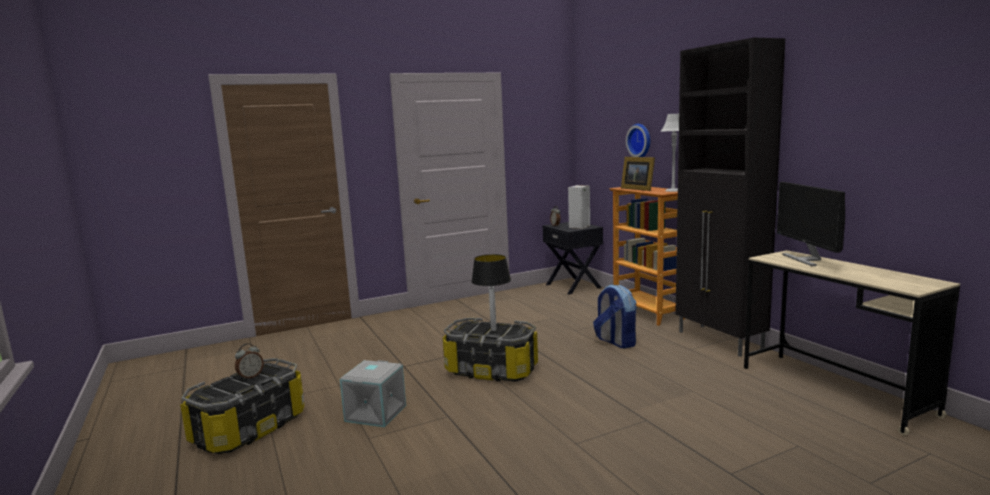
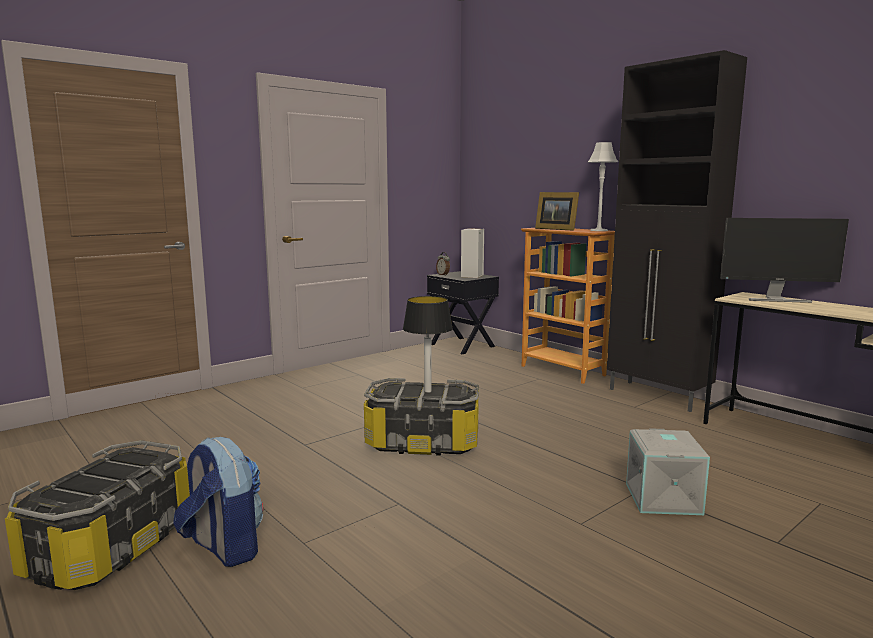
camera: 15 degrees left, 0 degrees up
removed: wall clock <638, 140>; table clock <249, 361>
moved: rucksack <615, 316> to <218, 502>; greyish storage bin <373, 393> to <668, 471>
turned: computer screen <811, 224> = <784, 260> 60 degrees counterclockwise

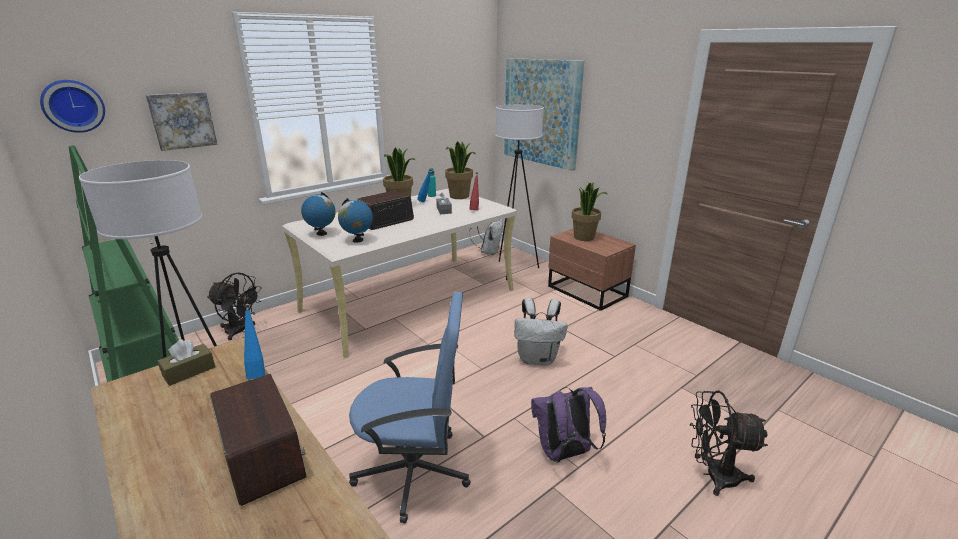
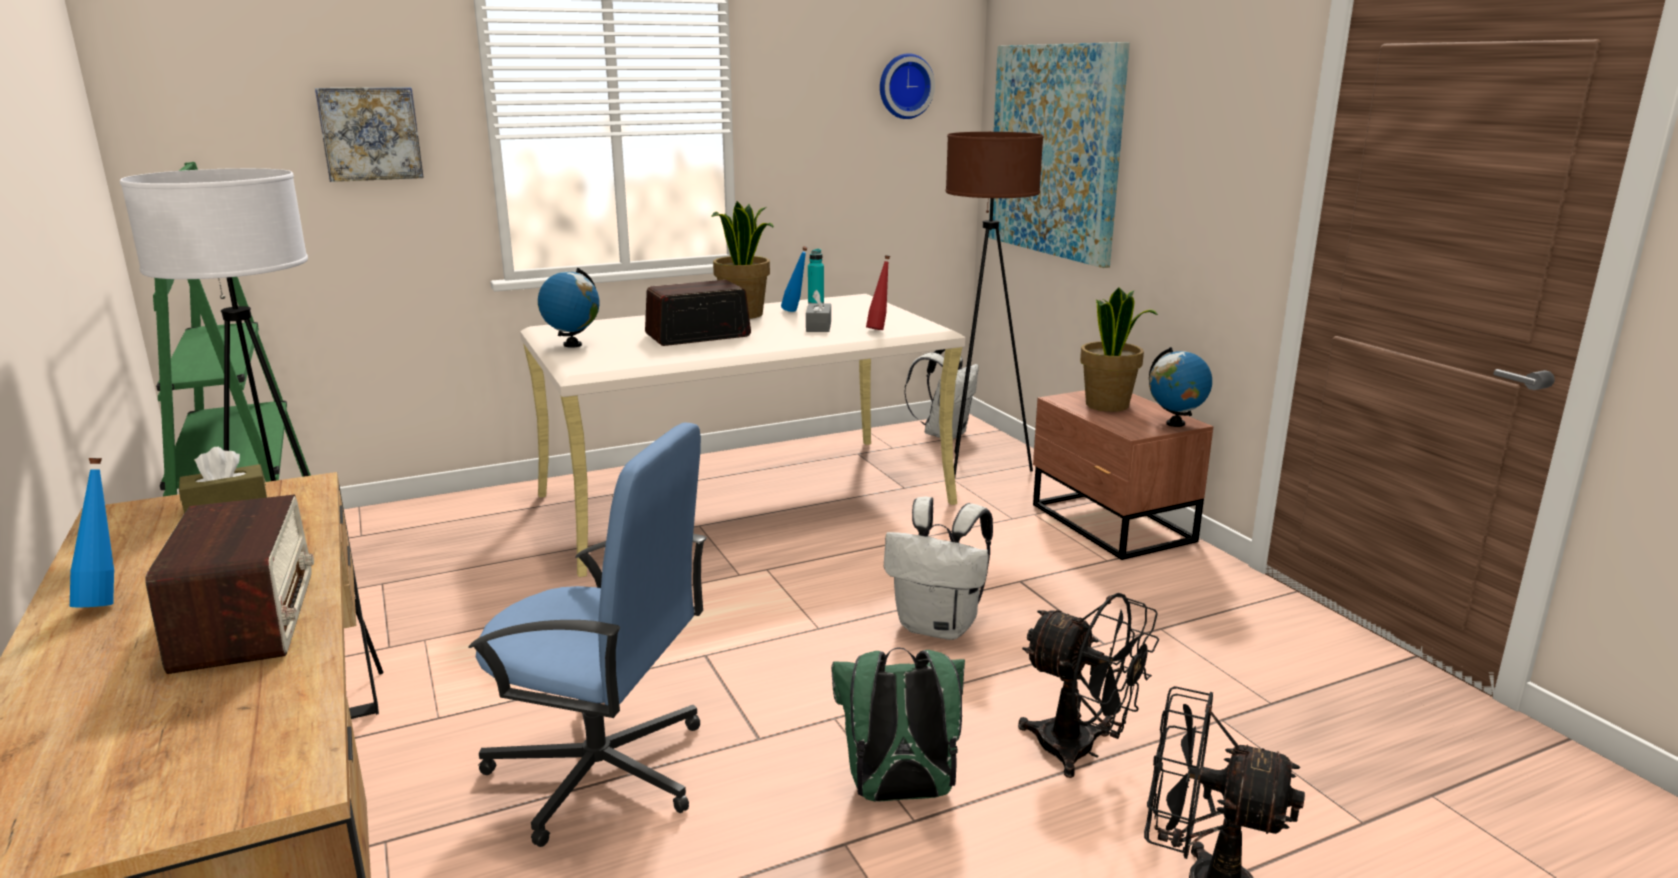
camera: 15 degrees right, 5 degrees down
removed: plant in a pot <460, 170>
moved: wall clock <72, 106> to <907, 86>; desk globe <355, 220> to <1180, 387>; blackish cooling fan <234, 307> to <1088, 685>; blue-coloured beverage bottle <254, 342> to <92, 532>
recoloured: white-coloured floor lamp <520, 192> to brownish floor lamp <994, 304>; purple rucksack <568, 425> to green-coloured rucksack <898, 724>

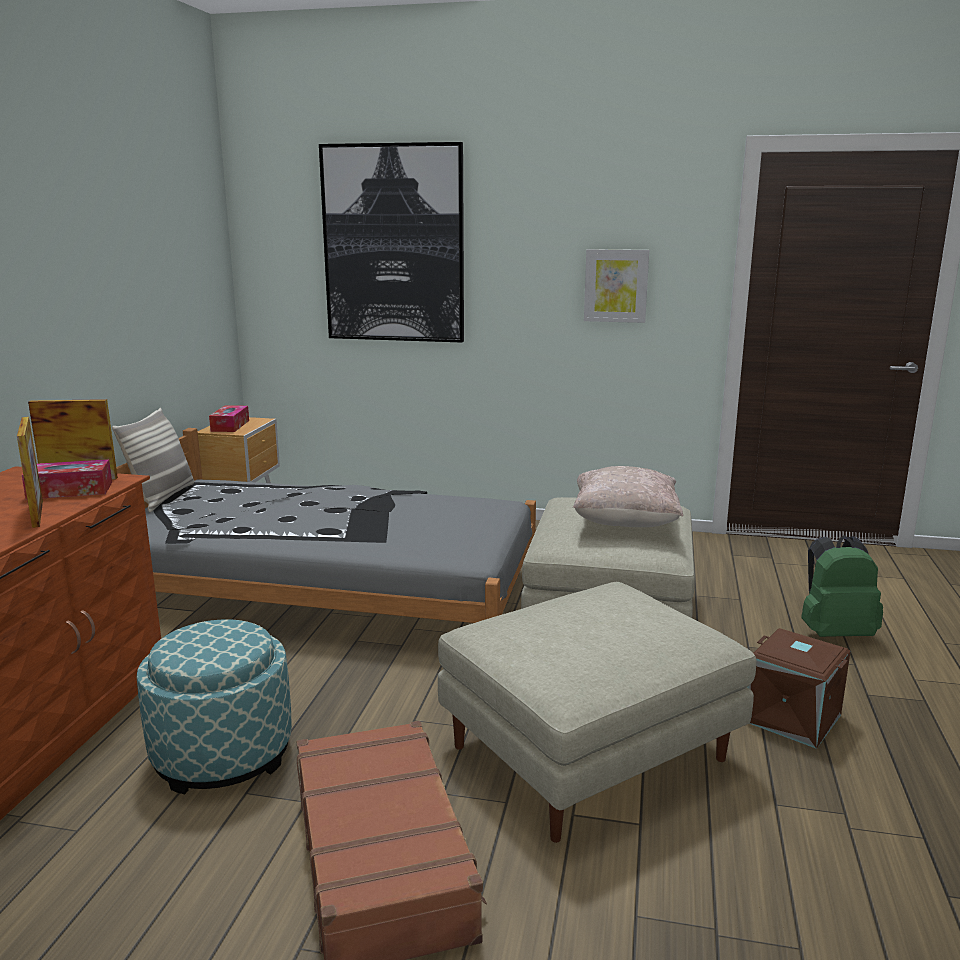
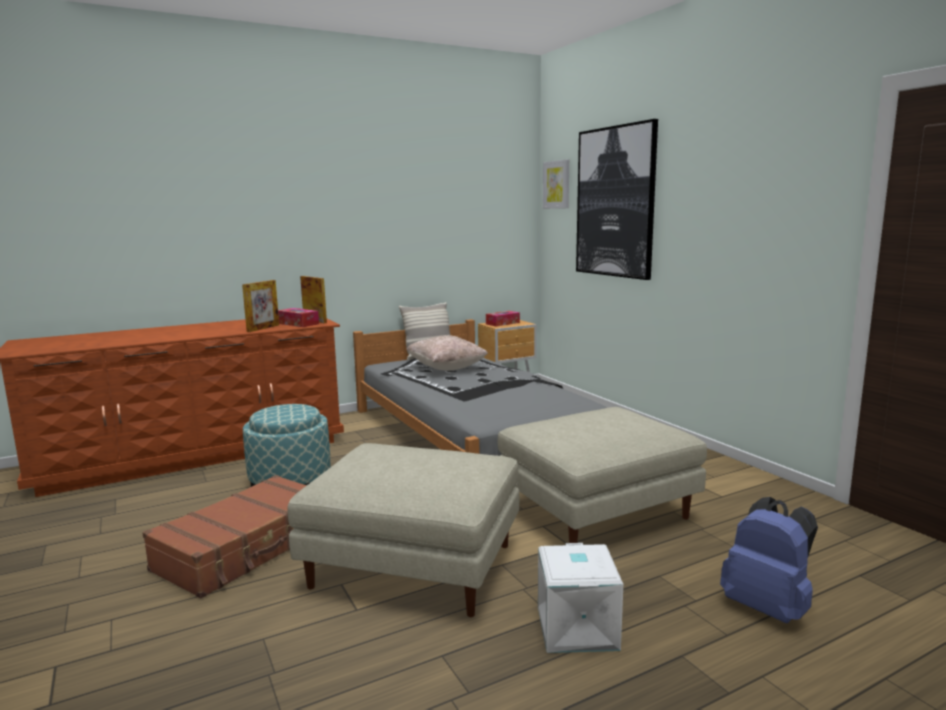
camera: 50 degrees right, 5 degrees down
moved: wall picture <616, 286> to <556, 184>; sand-coloured throw pillow <628, 496> to <447, 353>
recoloured: green-coloured rucksack <842, 586> to blue-coloured rucksack <769, 560>; brownish storage bin <798, 688> to white-coloured storage bin <580, 598>

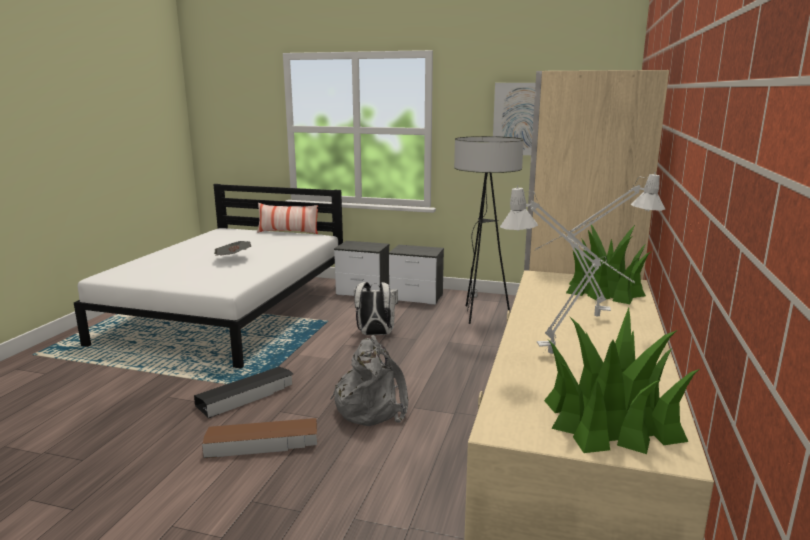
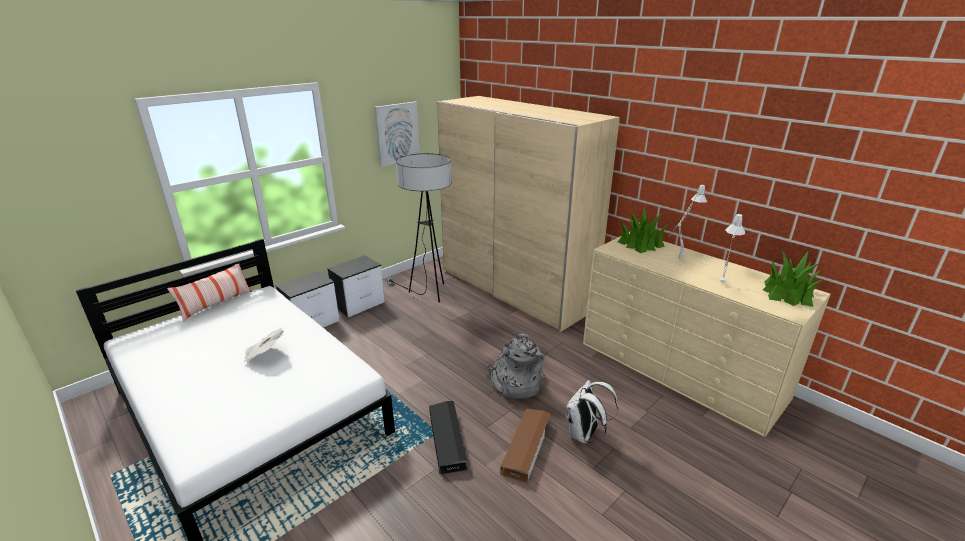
camera: 60 degrees left, 10 degrees up
moved: white-coloured rucksack <376, 308> to <592, 412>

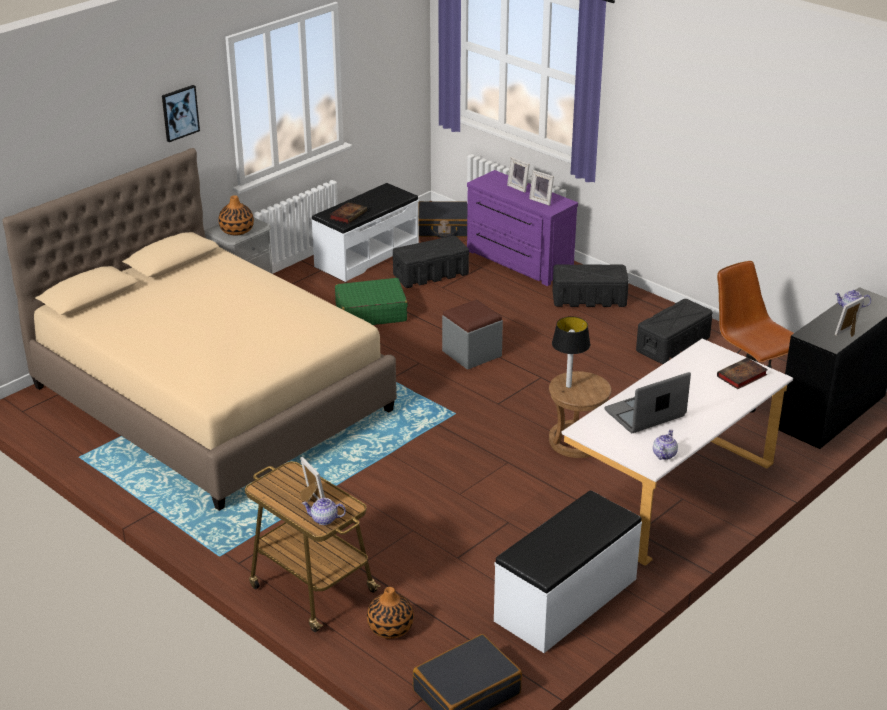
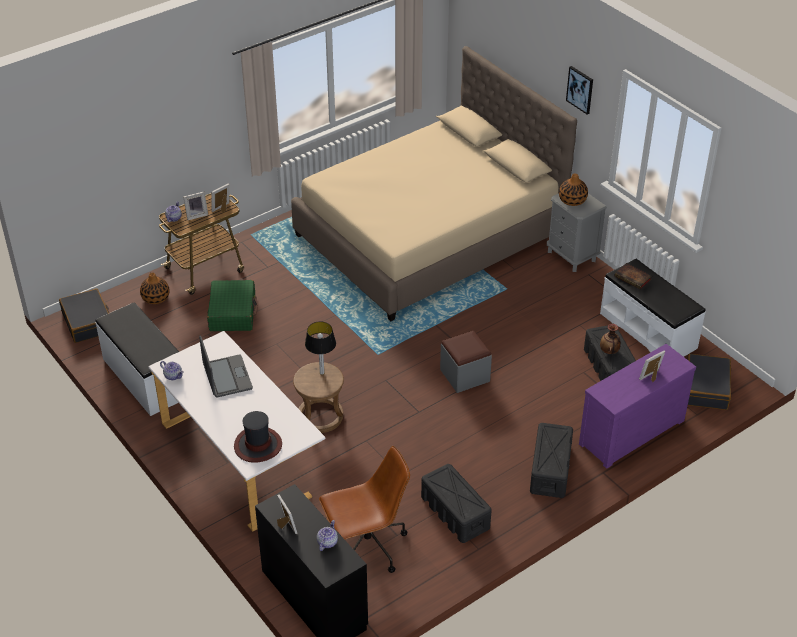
camera: 100 degrees right, 10 degrees up
added: vase <610, 339>
moved: picture frame <541, 188> to <220, 198>; green-coloured suitcase <371, 301> to <232, 305>
replaced: bound book <742, 373> to hat <258, 437>

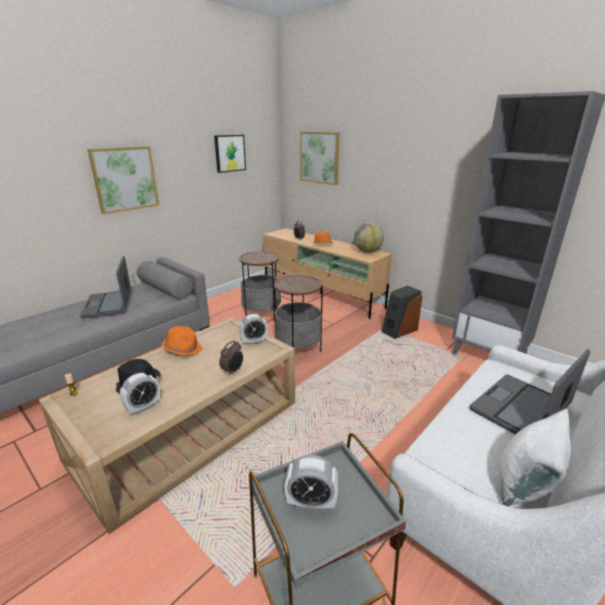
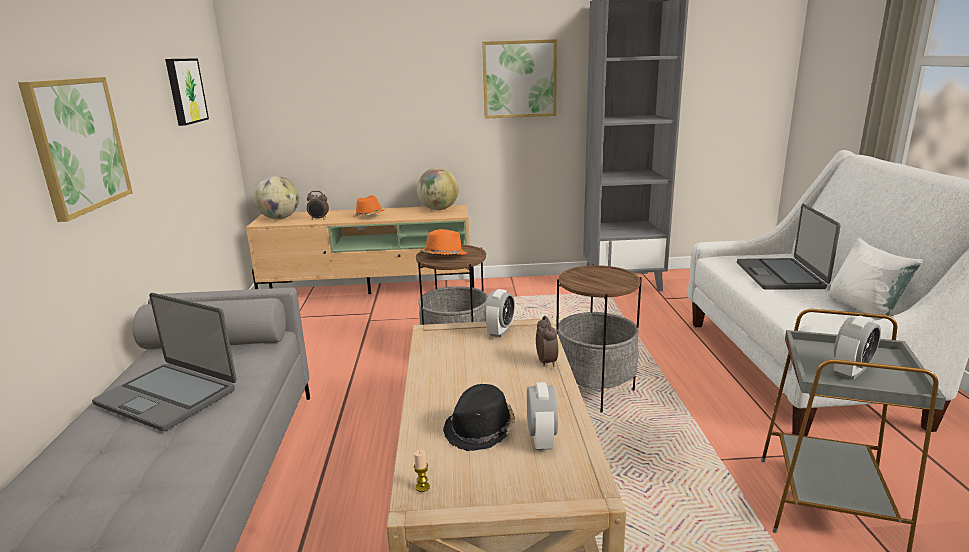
camera: 45 degrees left, 5 degrees down
removed: speaker <402, 312>
added: desk globe <276, 197>
moved: wall picture <320, 158> to <519, 79>; accent table <260, 286> to <599, 339>; orangey hat <182, 341> to <444, 242>

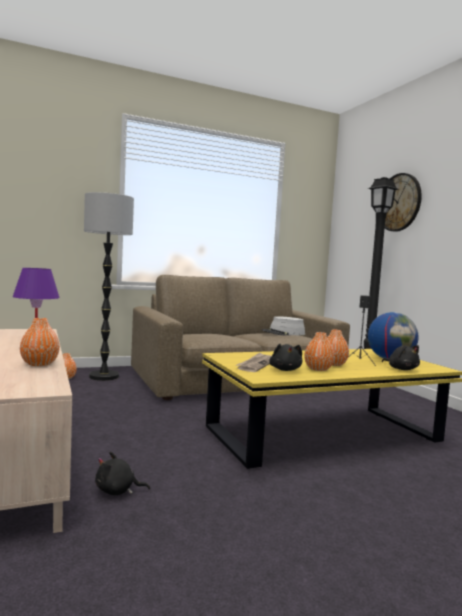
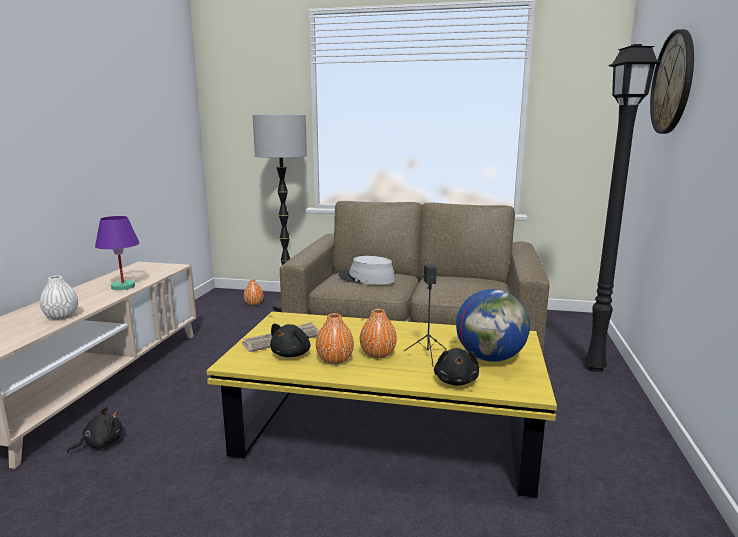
camera: 35 degrees right, 10 degrees up
moved: greyish hat <283, 326> to <367, 270>
recoloured: orangey vase <40, 342> to white-coloured vase <59, 298>
turned: blackish plush toy <122, 473> = <94, 430> 105 degrees clockwise

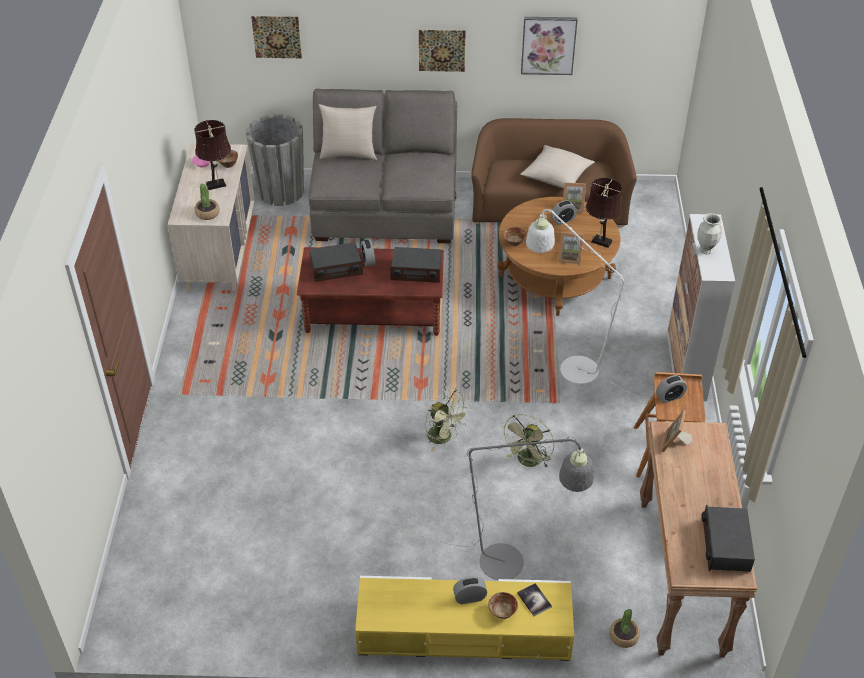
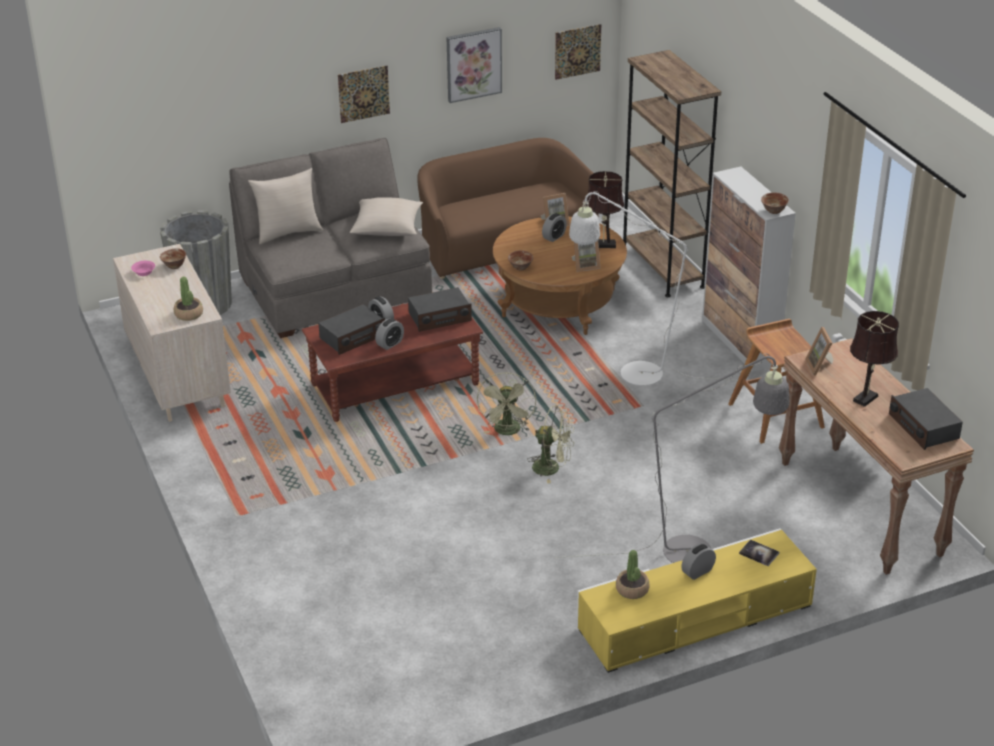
camera: 25 degrees left, 10 degrees down
removed: vase <709, 233>
added: brownish shelving unit <672, 173>
moved: wall picture <276, 37> to <578, 52>; brownish lamp for a table <213, 155> to <874, 359>; sand-coloured throw pillow <557, 167> to <386, 216>; table clock <671, 389> to <389, 334>; green-coloured cooling fan <527, 441> to <506, 404>; serving bowl <503, 605> to <775, 203>; plant in a pot <624, 628> to <633, 574>

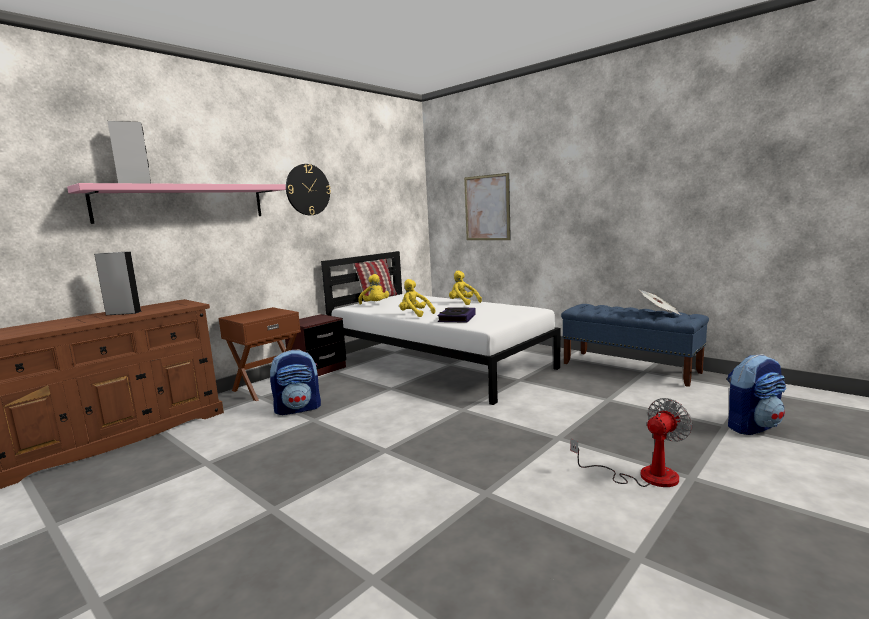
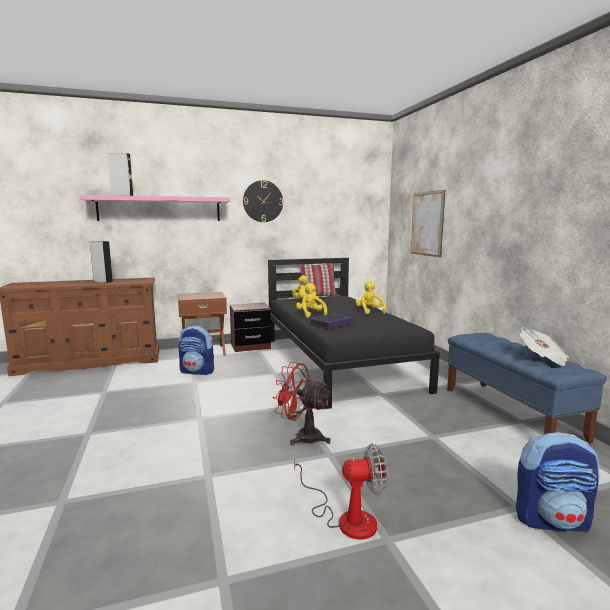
camera: 30 degrees right, 0 degrees up
added: red cooling fan <302, 404>
recoloured: white-coloured bedroom bed <440, 328> to blackish bedroom bed <354, 333>

